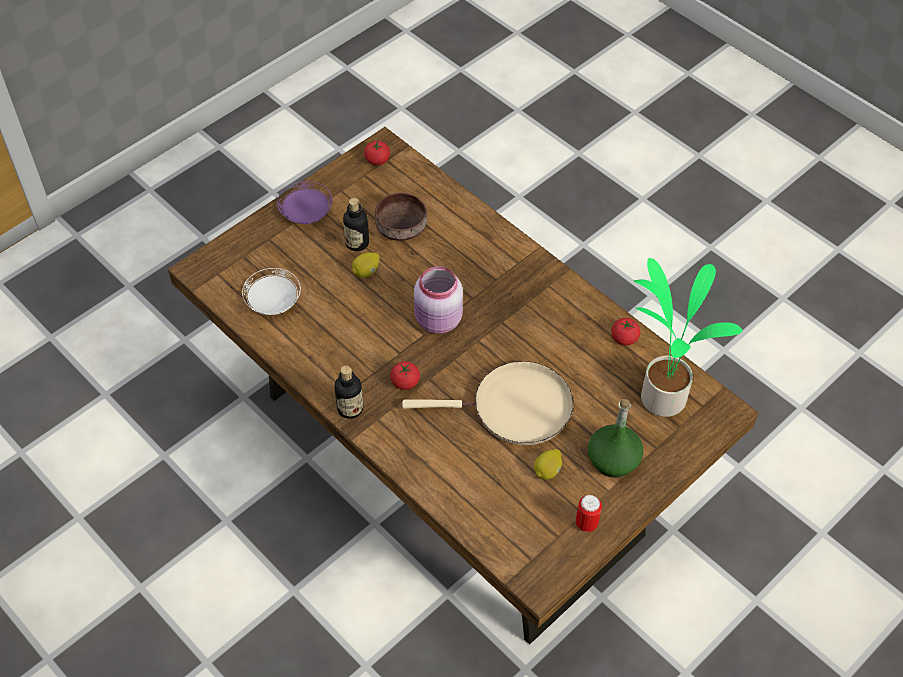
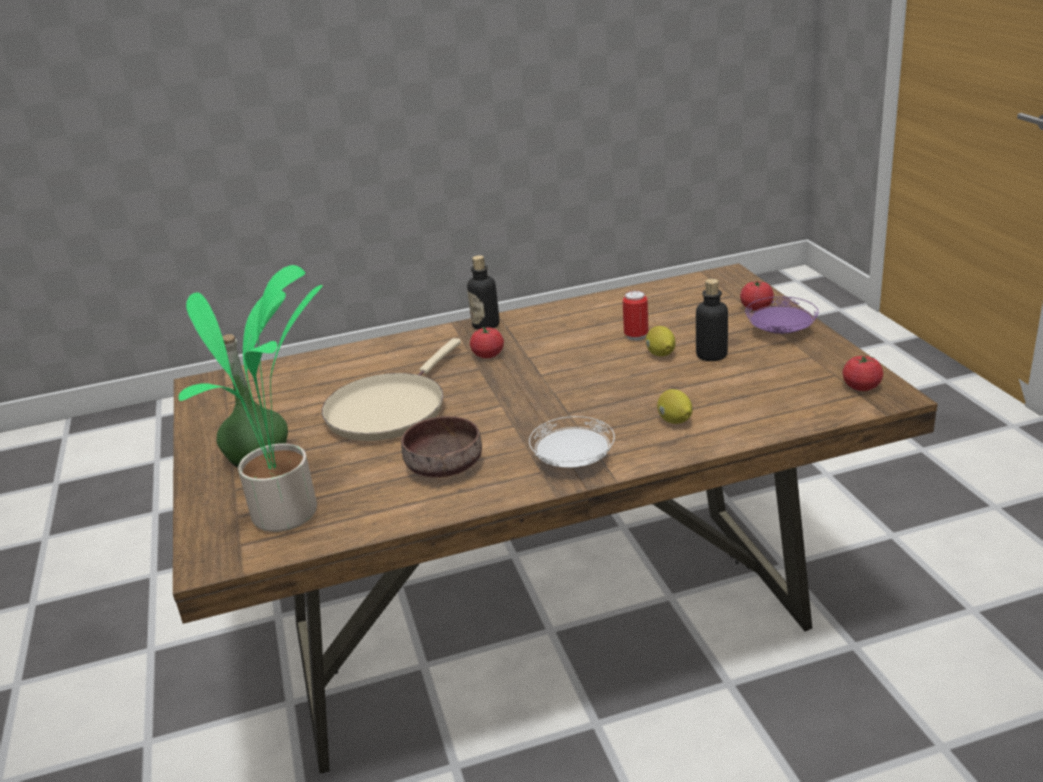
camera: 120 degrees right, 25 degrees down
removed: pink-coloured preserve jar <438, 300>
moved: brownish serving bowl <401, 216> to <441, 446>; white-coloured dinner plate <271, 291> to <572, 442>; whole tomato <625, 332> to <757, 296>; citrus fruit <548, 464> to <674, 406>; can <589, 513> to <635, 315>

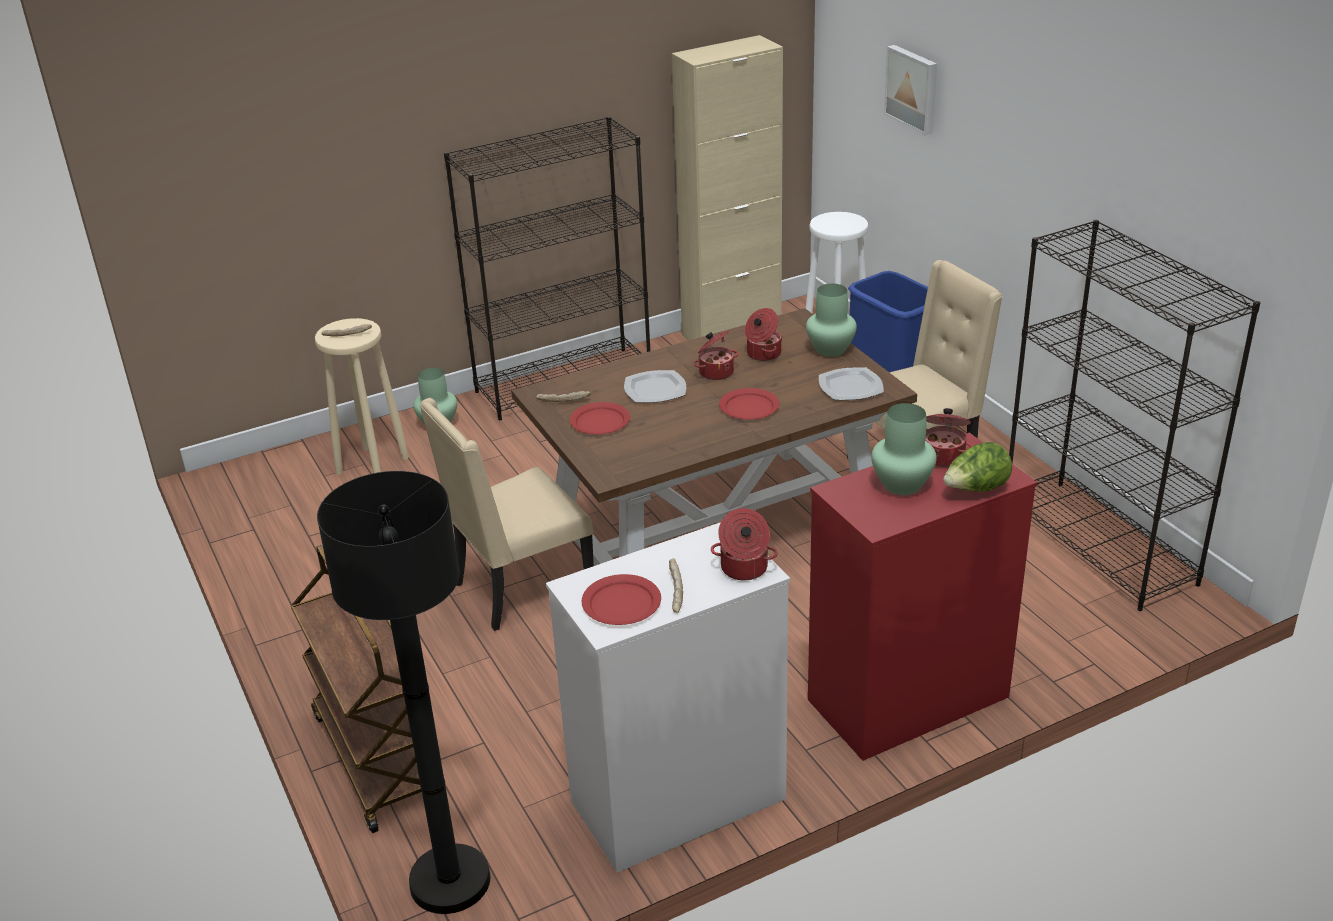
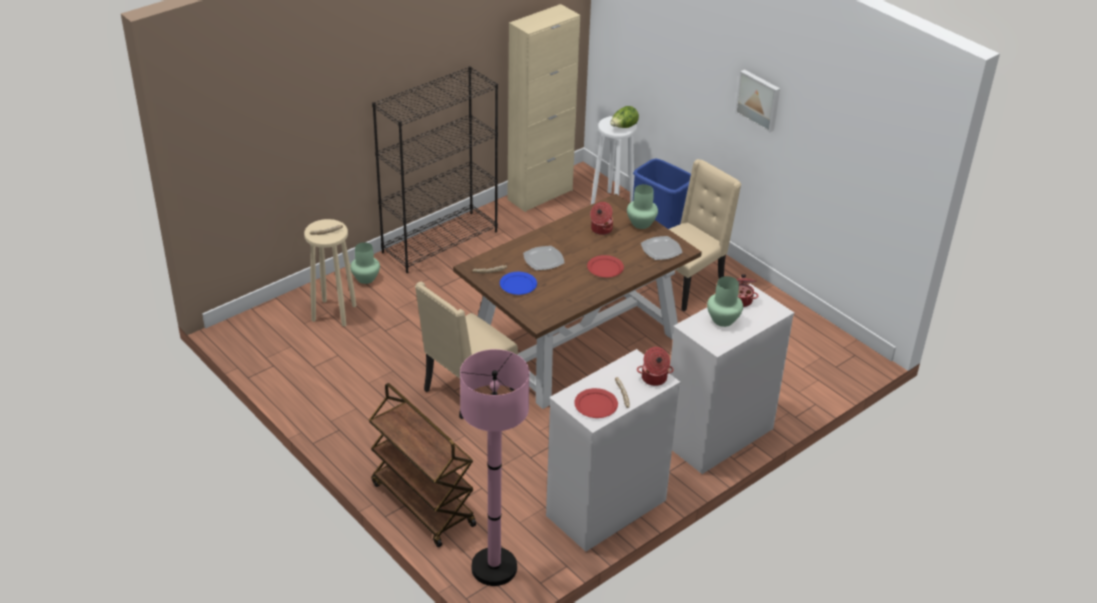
camera: 15 degrees left, 5 degrees up
removed: blackish shelving unit <1134, 415>; cooking pot <715, 355>
moved: wall picture <910, 90> to <757, 100>; lettuce <977, 467> to <624, 117>
recoloured: red dinner plate <600, 418> to blue-coloured dinner plate <518, 283>; red dresser <922, 597> to white-coloured dresser <731, 379>; blackish floor lamp <404, 692> to pink-coloured floor lamp <495, 467>

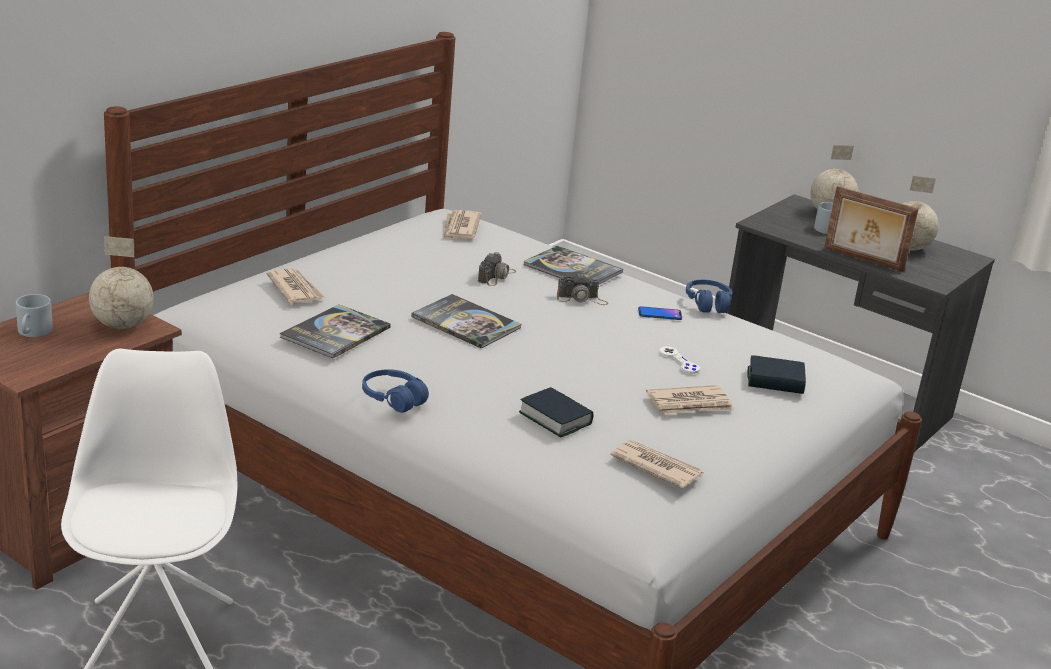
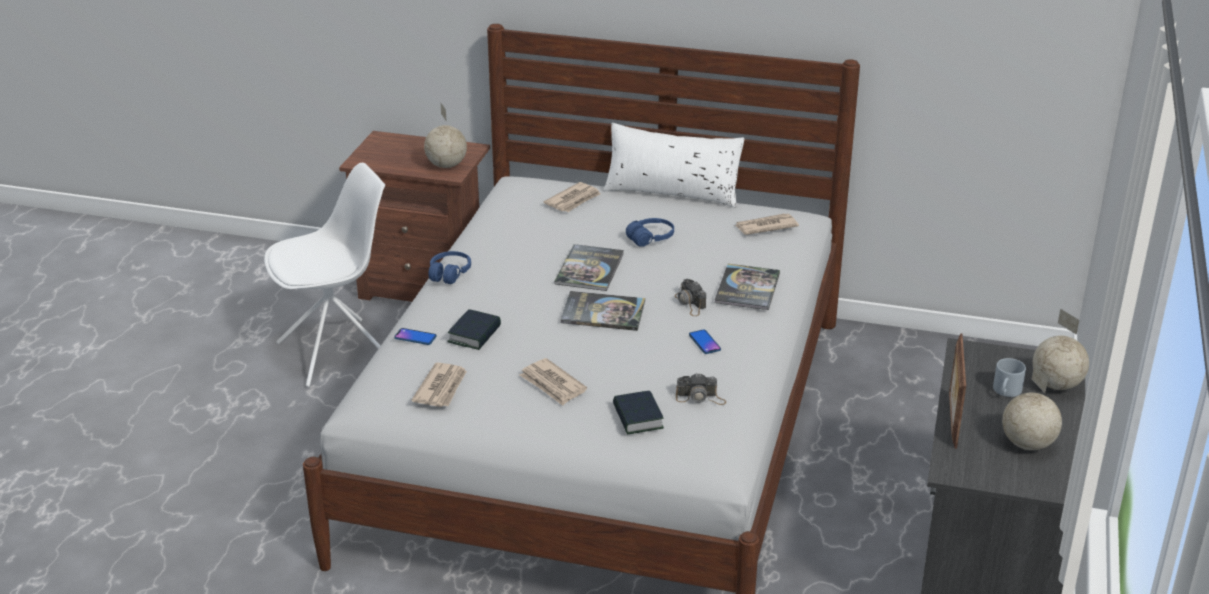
camera: 70 degrees right, 5 degrees up
removed: greyish mug <34, 315>; white-coloured game controller <679, 360>
added: white-coloured throw pillow <674, 165>; telephone <415, 336>
moved: still camera <497, 269> to <701, 389>; blue-coloured headset <709, 296> to <650, 232>; bound book <335, 331> to <603, 311>

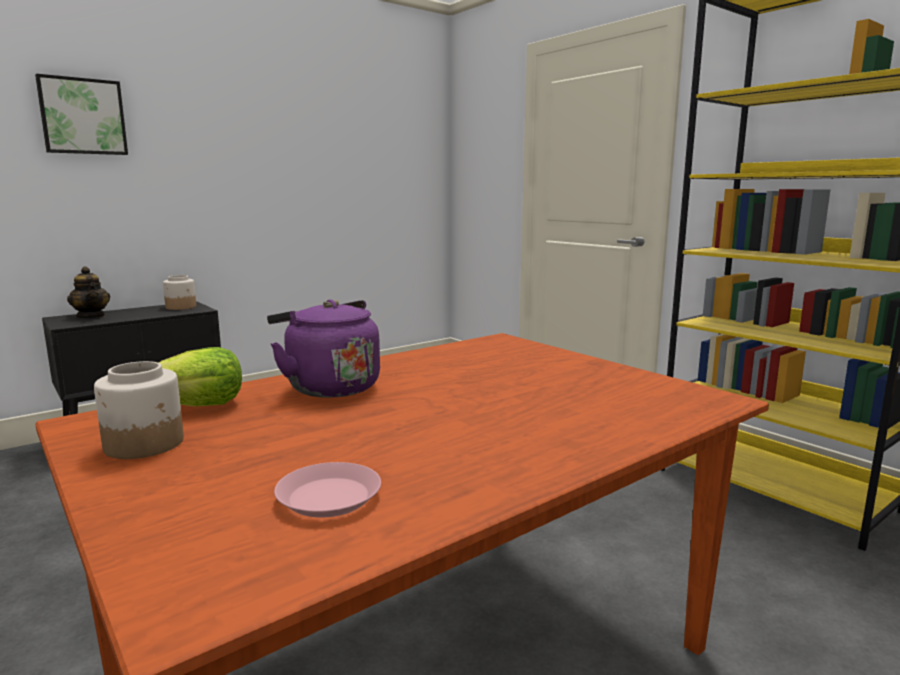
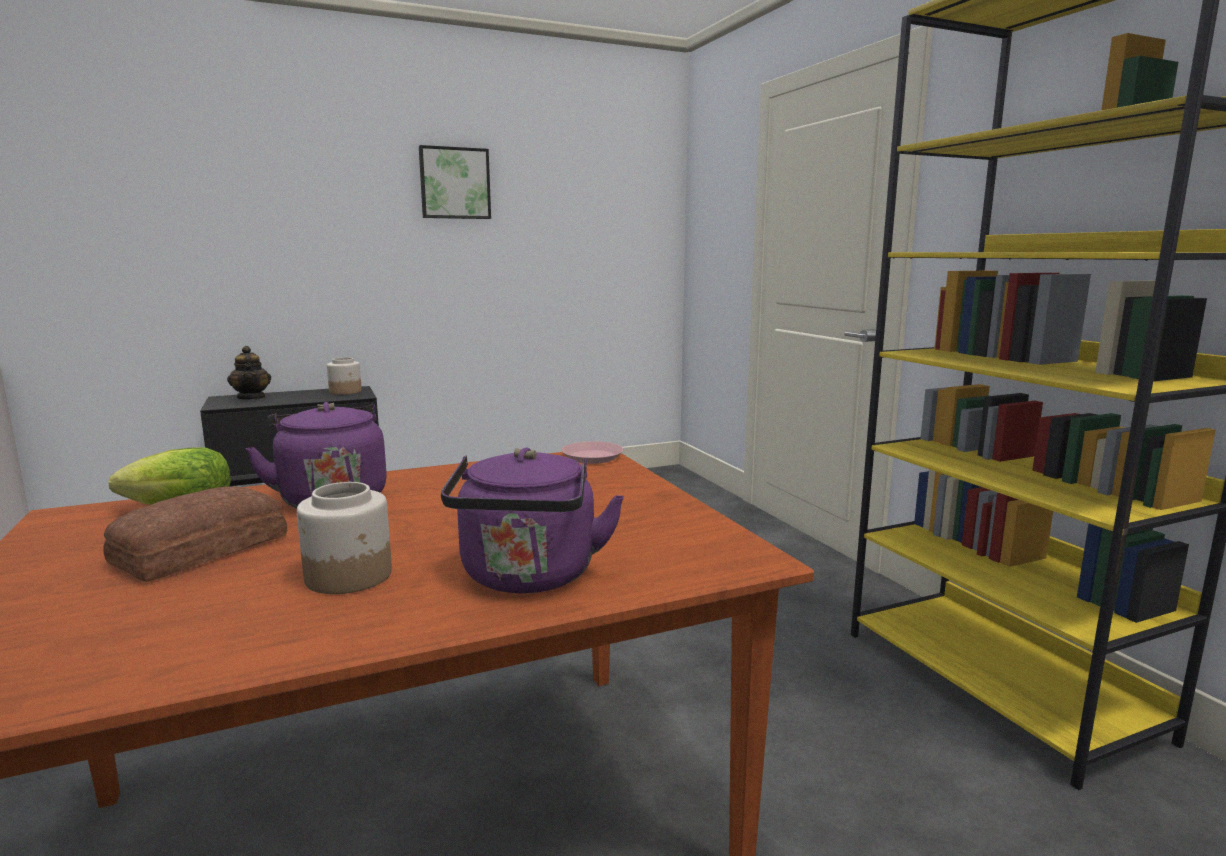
camera: 15 degrees right, 0 degrees up
added: purple water kettle <532, 520>; bread <195, 534>
moved: wall picture <81, 114> to <455, 182>; preserve jar <139, 410> to <344, 538>; pink-coloured dinner plate <327, 489> to <592, 452>

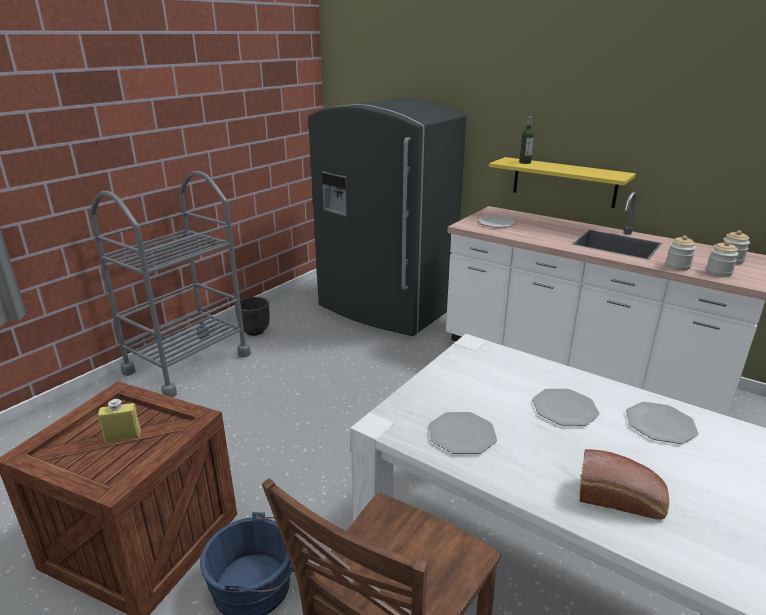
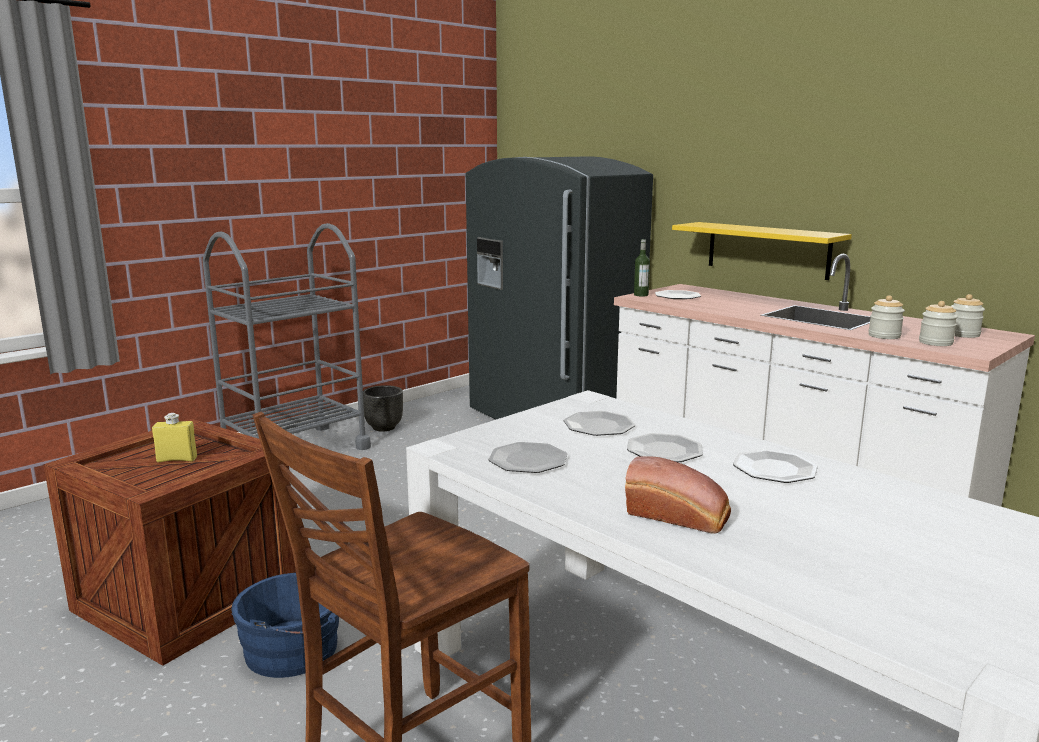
camera: 10 degrees right, 10 degrees down
added: dinner plate <600, 423>
moved: beverage bottle <526, 140> to <642, 267>

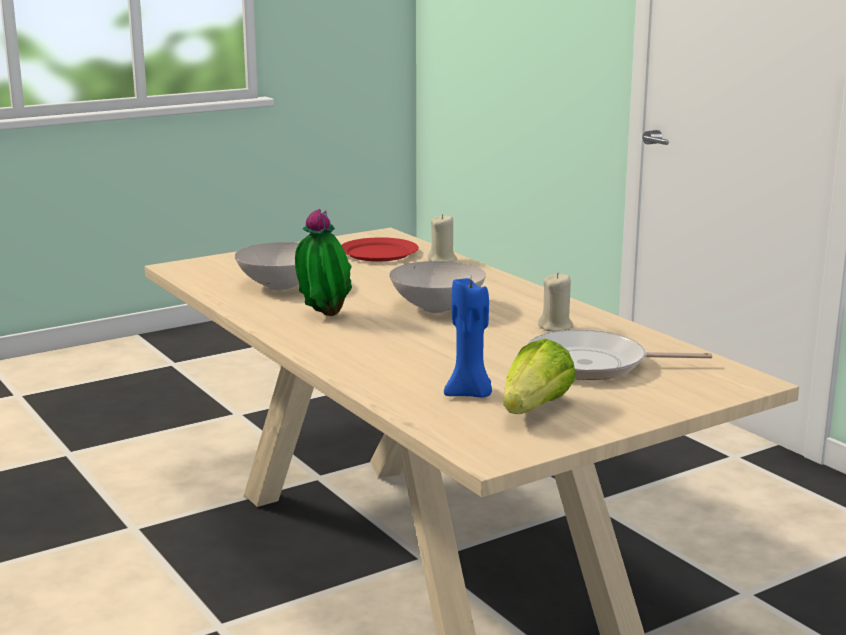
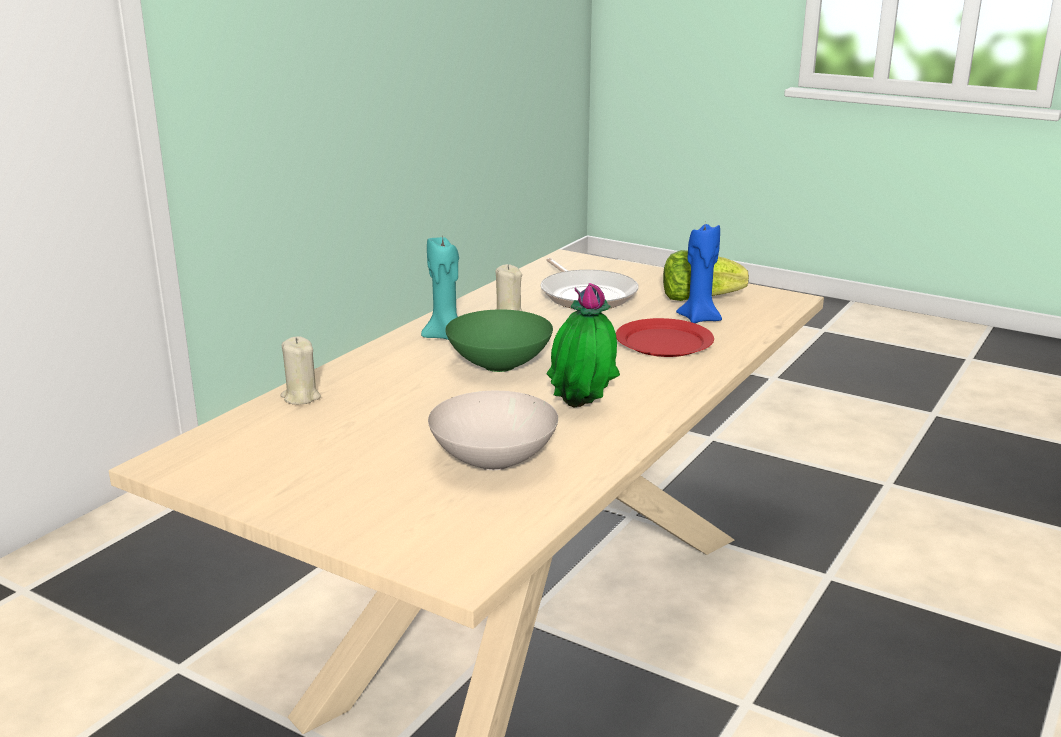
camera: 115 degrees left, 5 degrees up
added: turquoise-coloured wax candle <440, 288>
moved: red dinner plate <380, 249> to <665, 337>
recoloured: white-coloured serving bowl <438, 287> to green-coloured serving bowl <499, 340>

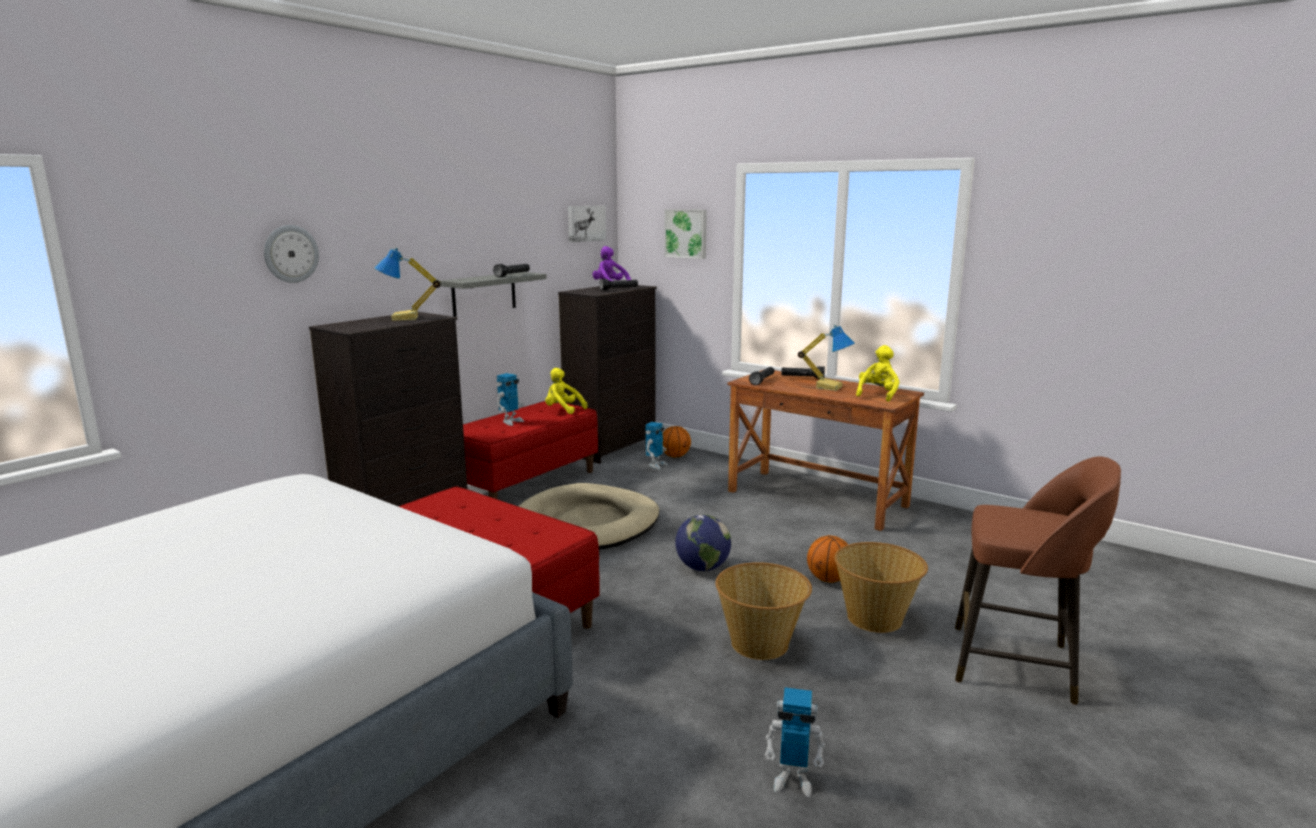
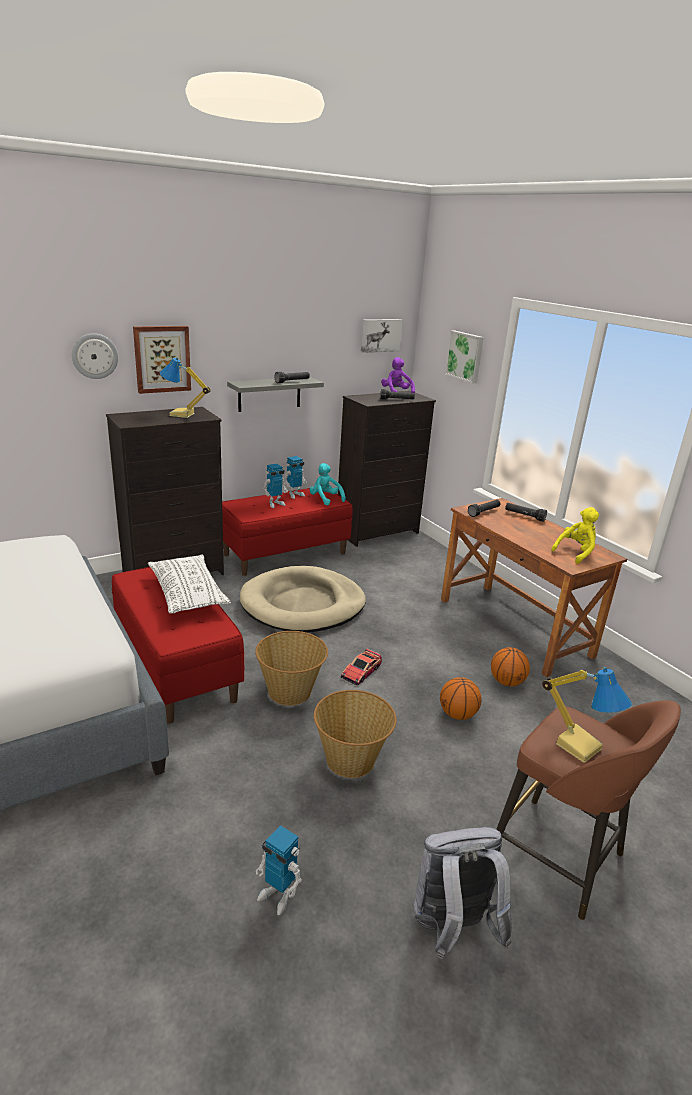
camera: 20 degrees right, 10 degrees up
added: wall picture <162, 360>; white-coloured throw pillow <189, 584>; greyish rucksack <463, 893>
moved: lamp for a table <826, 358> to <587, 715>; robot figure <657, 445> to <295, 477>; ball for basketball <677, 442> to <510, 666>; basket <881, 587> to <291, 668>
replaced: desk globe <703, 542> to toy car <361, 667>
recoloured: yellow plush toy <566, 391> to turquoise-coloured plush toy <328, 484>

